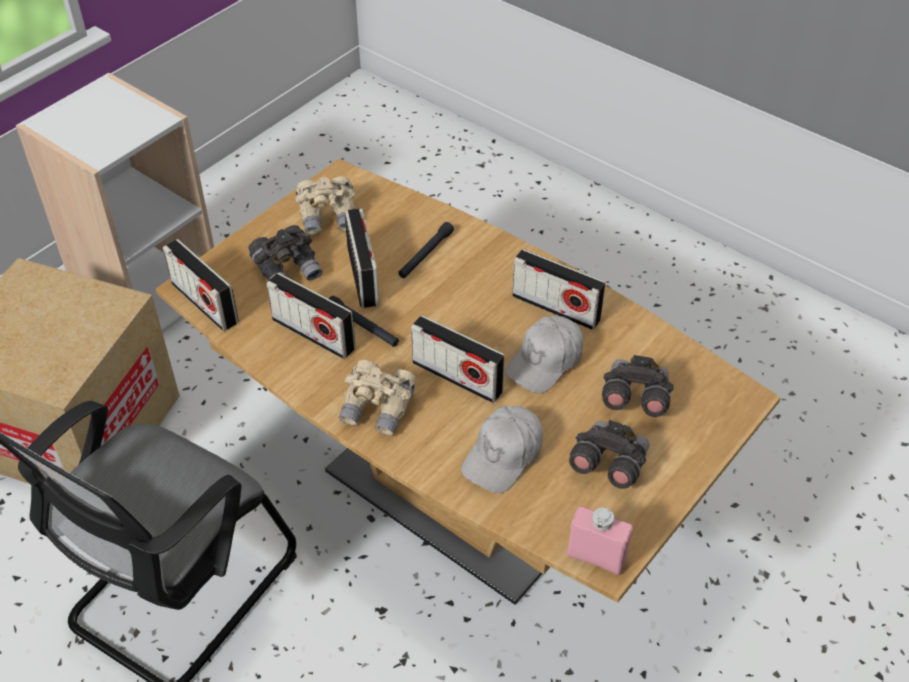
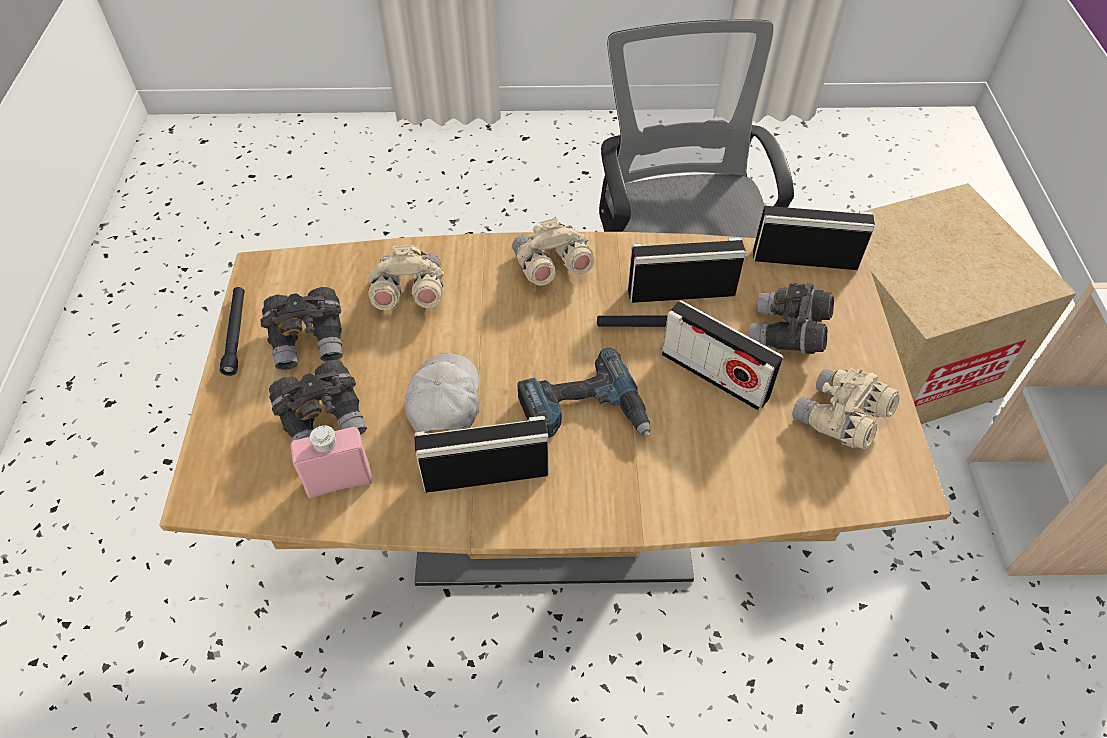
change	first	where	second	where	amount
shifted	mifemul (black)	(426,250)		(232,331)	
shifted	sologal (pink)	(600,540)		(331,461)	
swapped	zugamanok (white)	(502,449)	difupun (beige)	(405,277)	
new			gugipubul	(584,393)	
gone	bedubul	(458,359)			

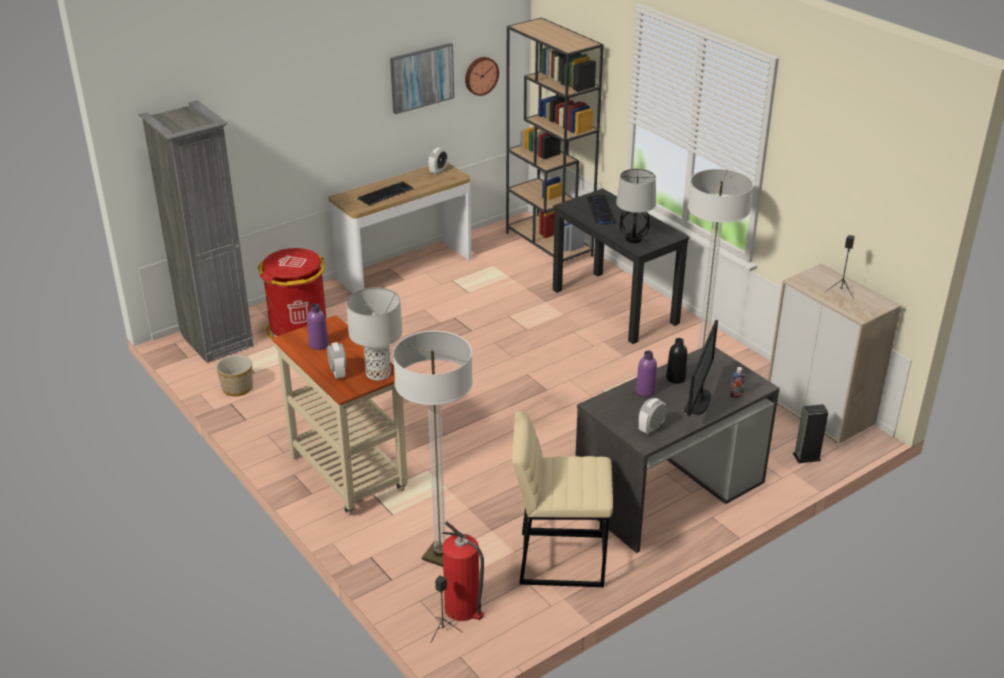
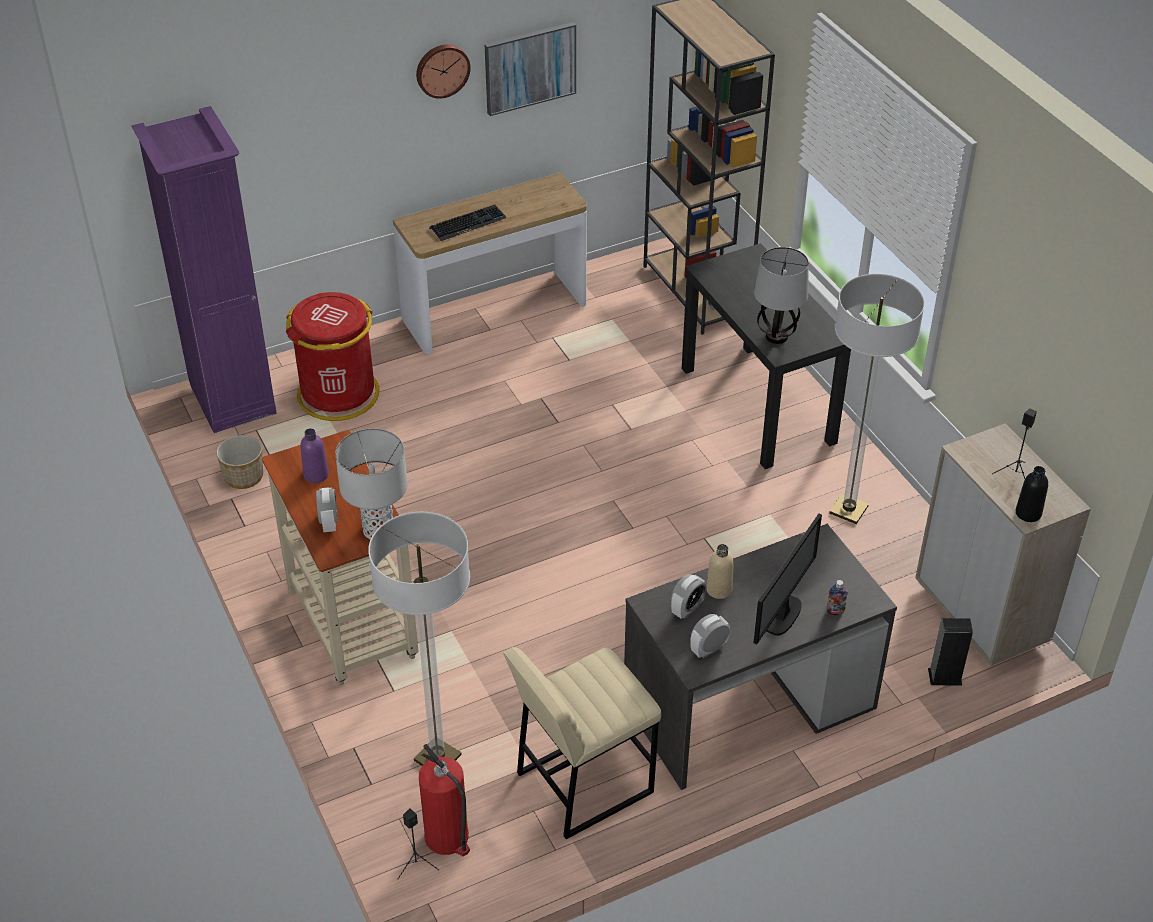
change	first	where	second	where	amount
repainted	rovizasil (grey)	(196,231)	rovizasil (purple)	(204,269)	
shifted	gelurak	(482,76)		(443,72)	
rotated	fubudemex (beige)	(562,499)		(582,743)	45 degrees counterclockwise
shifted	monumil	(437,161)		(689,596)	
repainted	sologal (purple)	(646,374)	sologal (beige)	(720,571)	
shifted	sologal (black)	(676,361)		(1032,494)	
gone	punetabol	(600,209)			

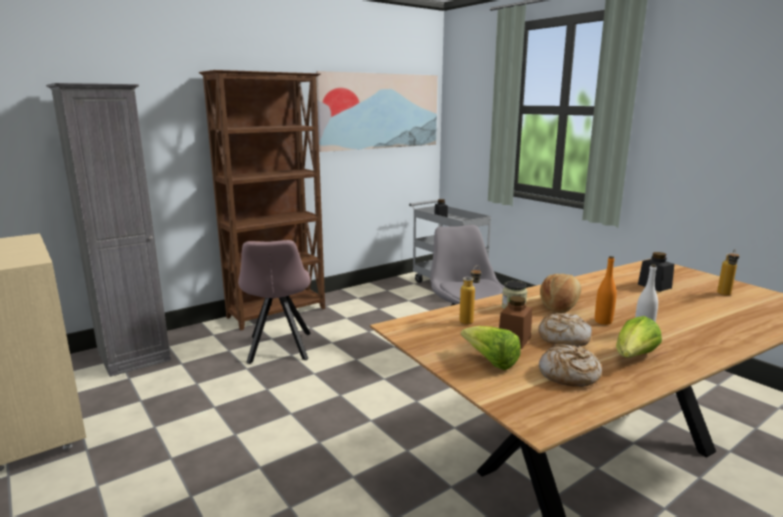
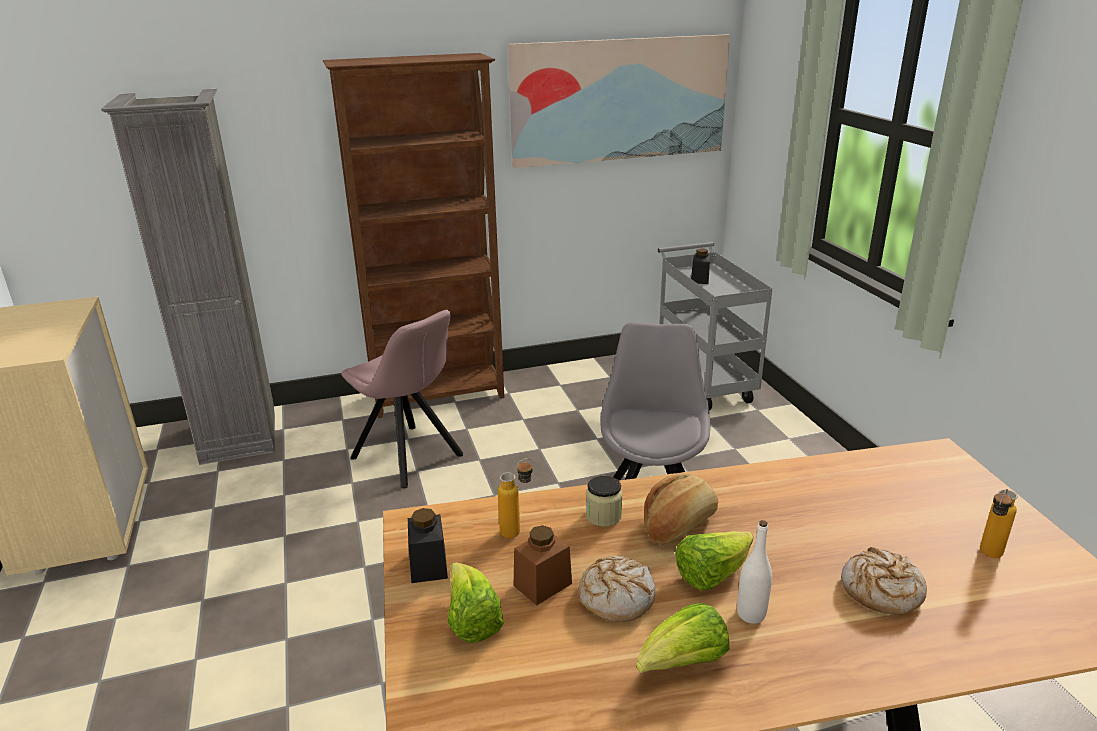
change	first	where	second	where	amount
rotated	fubudemex (pink)	(274,302)		(402,399)	60 degrees counterclockwise
shifted	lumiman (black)	(656,272)		(428,545)	
swapped	sologal (orange)	(606,290)	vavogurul	(714,561)	
shifted	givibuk	(570,365)		(884,581)	

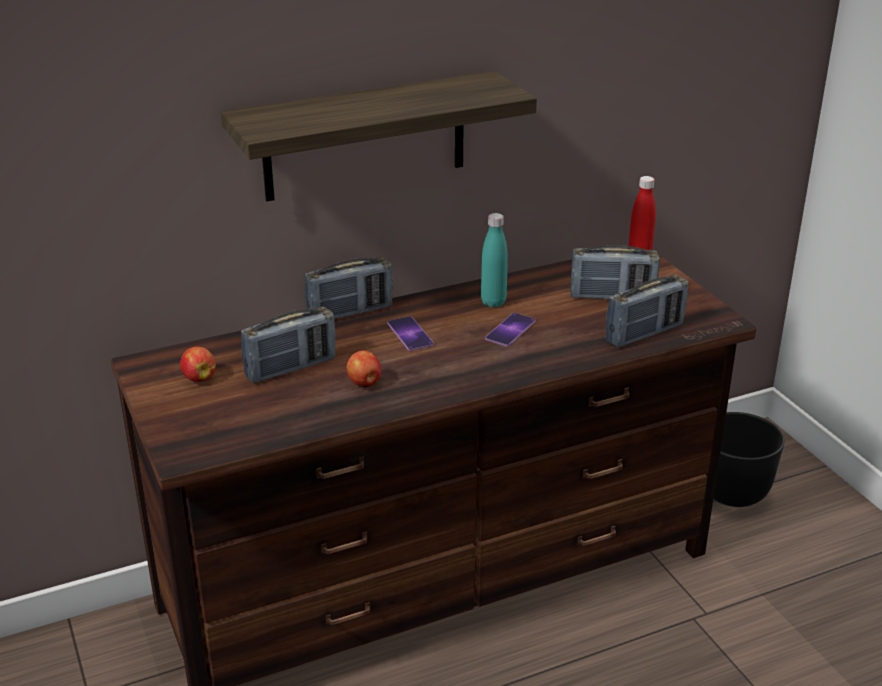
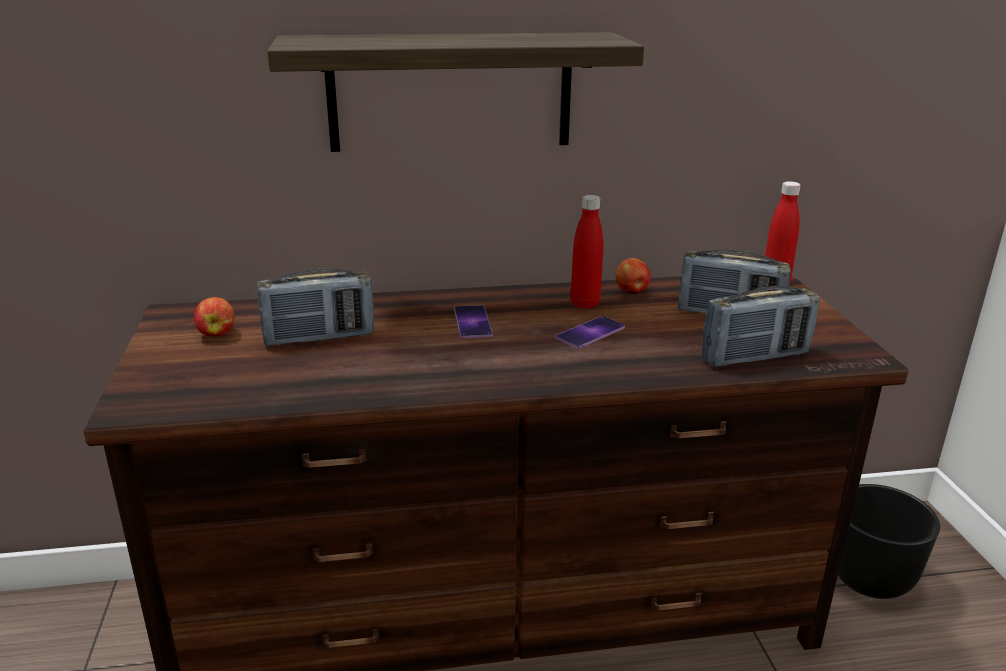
change	first	where	second	where	amount
repainted	sologal (turquoise)	(494,260)	sologal (red)	(587,252)	
shifted	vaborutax	(363,369)		(633,276)	
gone	bedubul	(349,287)			

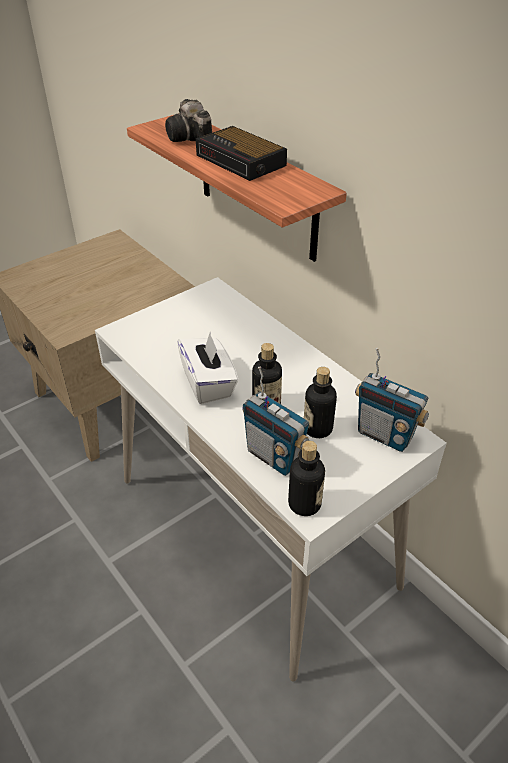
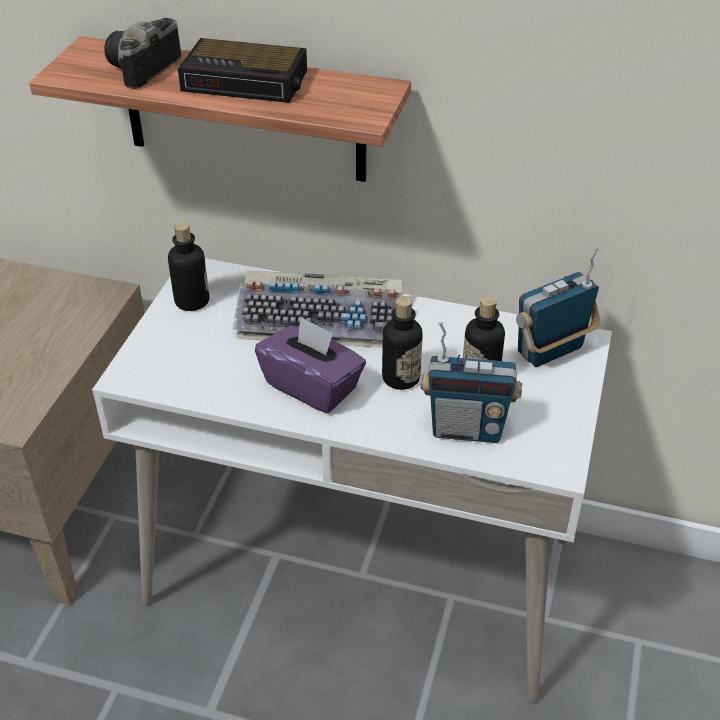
change	first	where	second	where	amount
rotated	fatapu	(188,120)		(143,53)	90 degrees clockwise
shifted	sologal	(306,478)		(188,266)	
new			punetabol	(318,309)	
repainted	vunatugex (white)	(207,368)	vunatugex (purple)	(310,364)	
rotated	bedubul	(392,400)		(558,307)	150 degrees clockwise

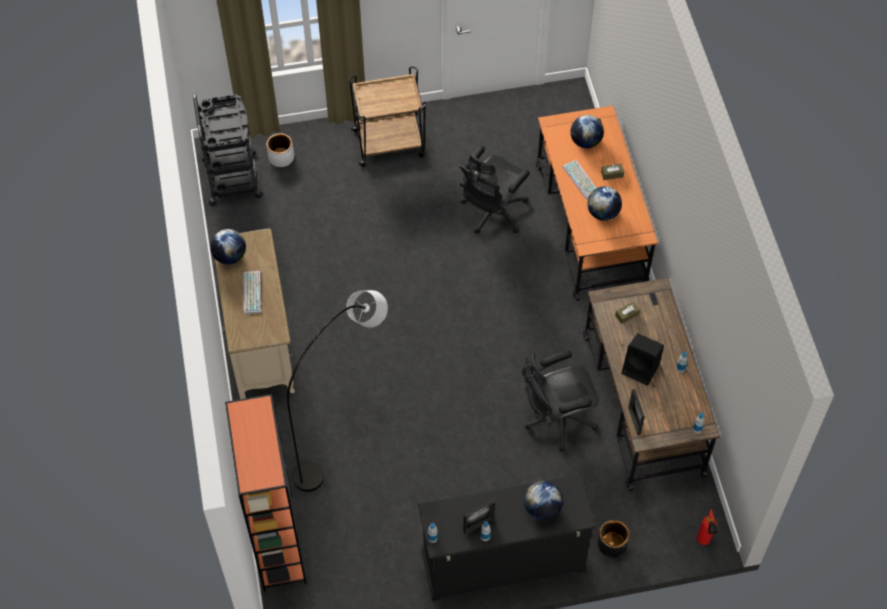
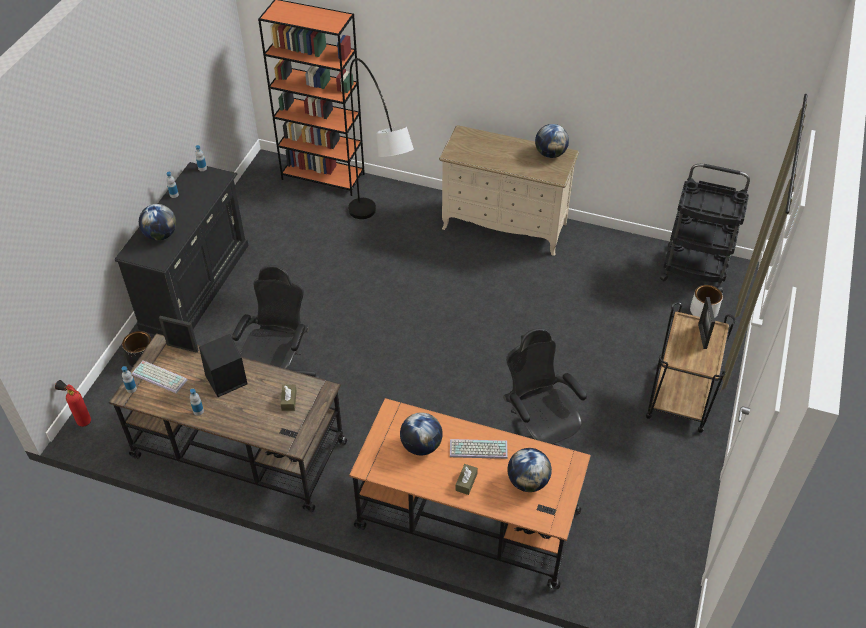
change	first	where	second	where	amount
shifted	punetabol	(252,292)		(160,377)	
shifted	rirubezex	(479,517)		(706,323)	

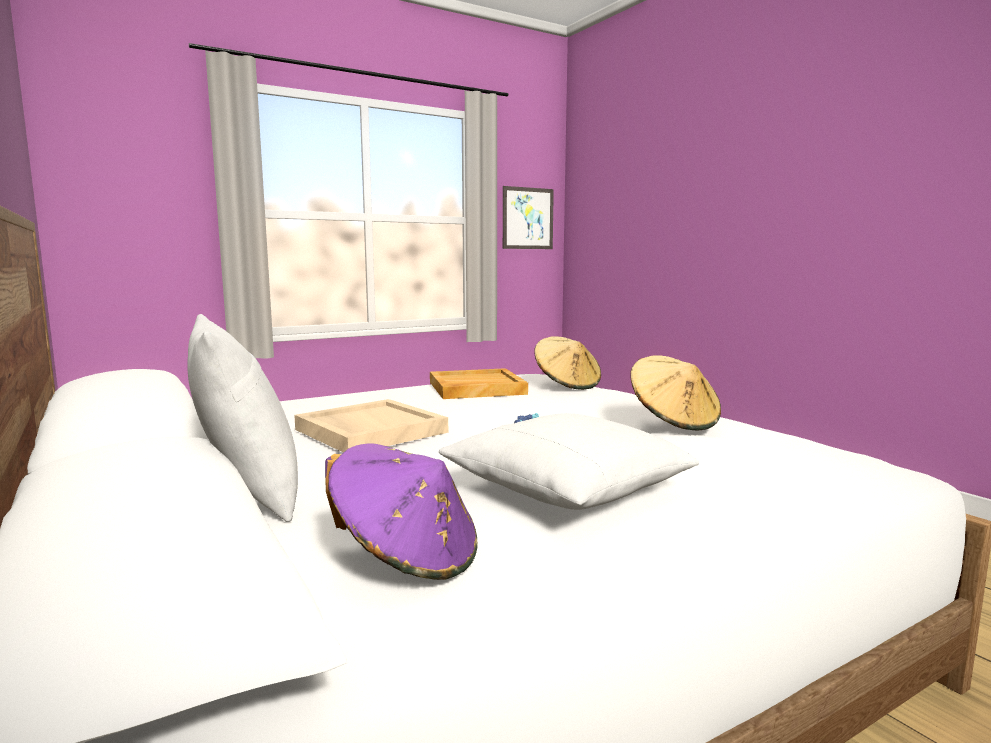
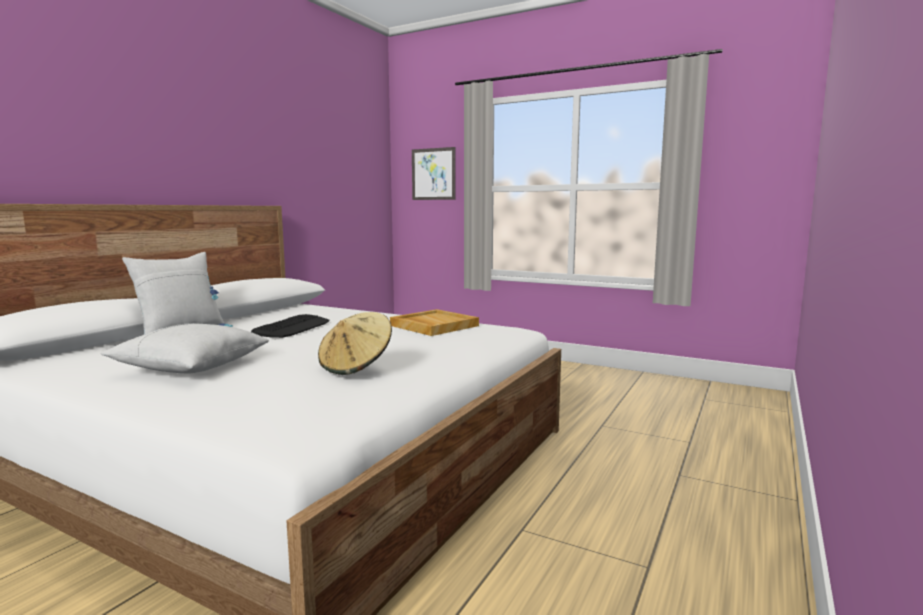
change	first	where	second	where	amount
swapped	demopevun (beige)	(371,425)	punetabol	(290,326)	
shifted	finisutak	(528,217)		(434,173)	
gone	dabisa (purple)	(401,511)			
gone	dabisa (beige)	(567,363)			

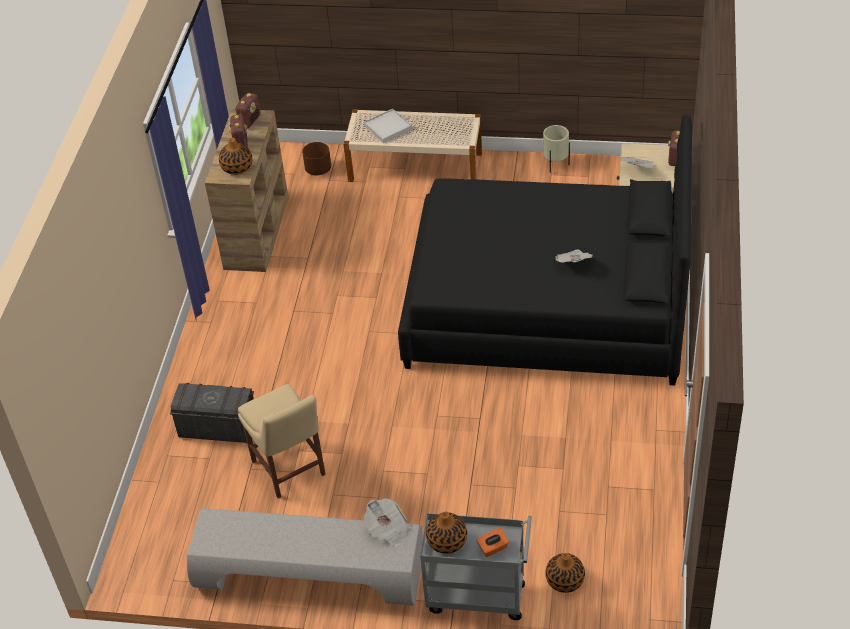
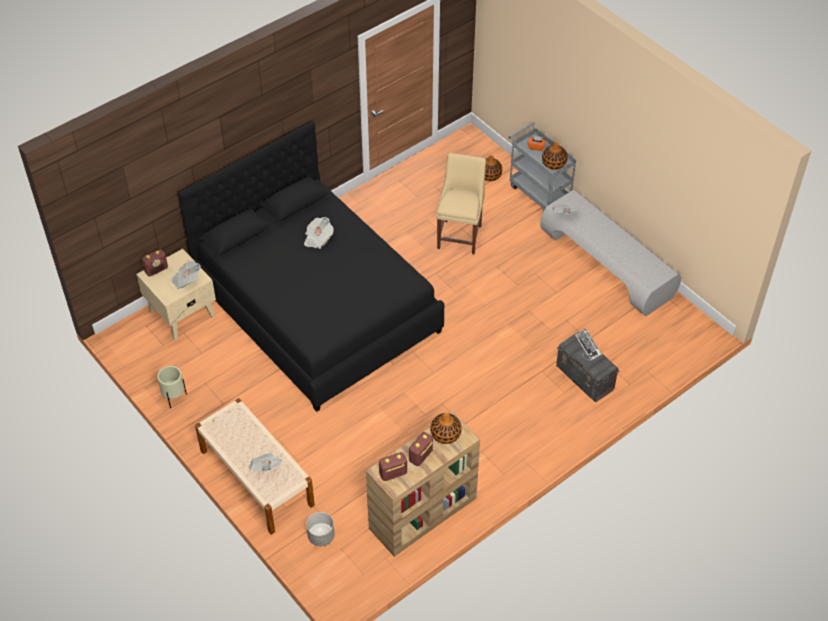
change	first	where	second	where	amount
swapped	demopevun (white)	(388,125)	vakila	(266,462)	
repainted	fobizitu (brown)	(316,158)	fobizitu (grey)	(320,529)	
shifted	fubudemex (beige)	(282,441)		(461,204)	
new			punetabol	(588,344)	

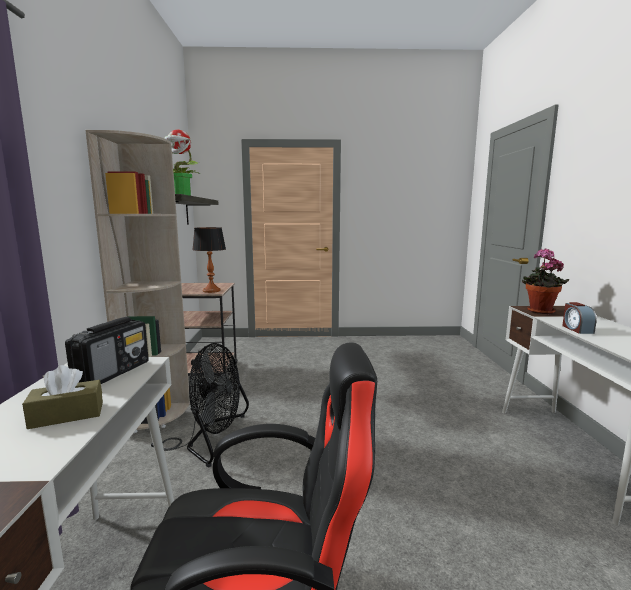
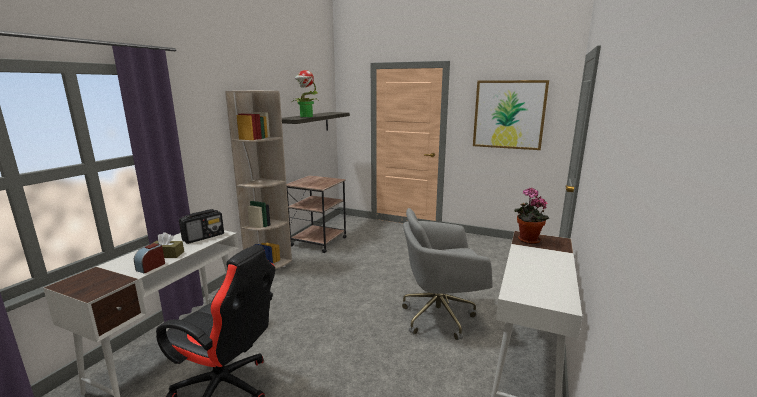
change	first	where	second	where	amount
shifted	monumil	(579,318)		(149,258)	
new			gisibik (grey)	(447,274)	
new			finisutak	(511,115)	
gone	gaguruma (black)	(200,405)			
gone	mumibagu	(209,260)			

